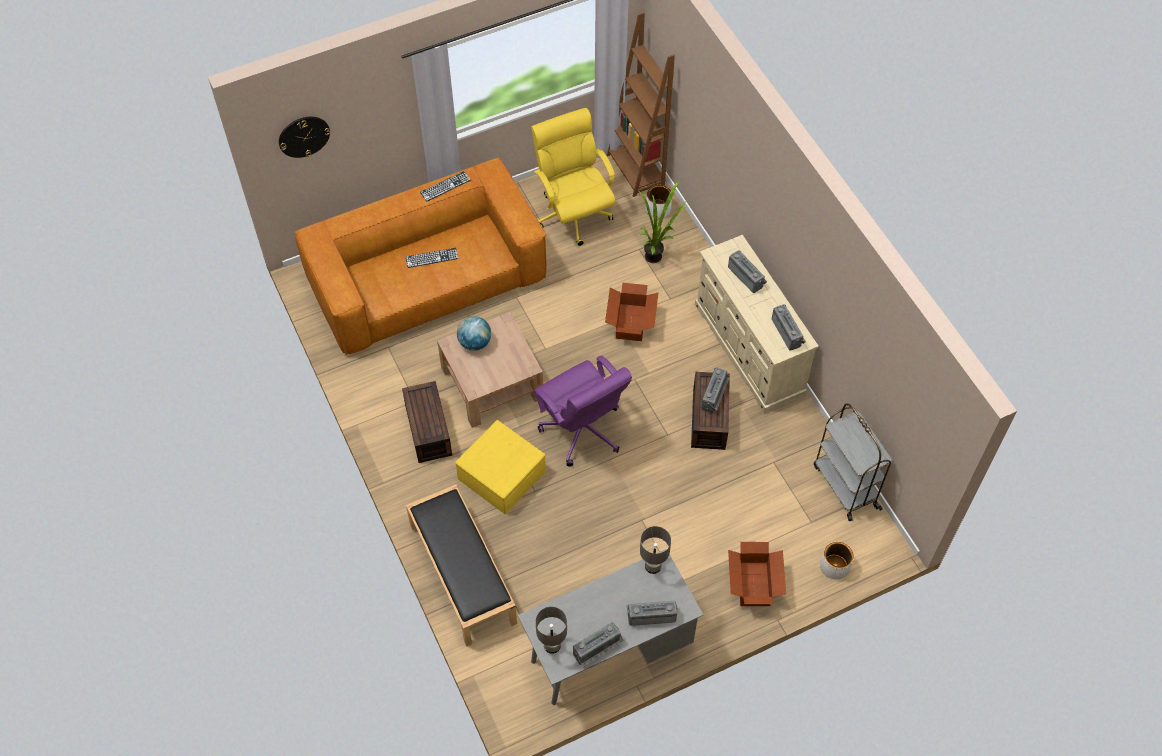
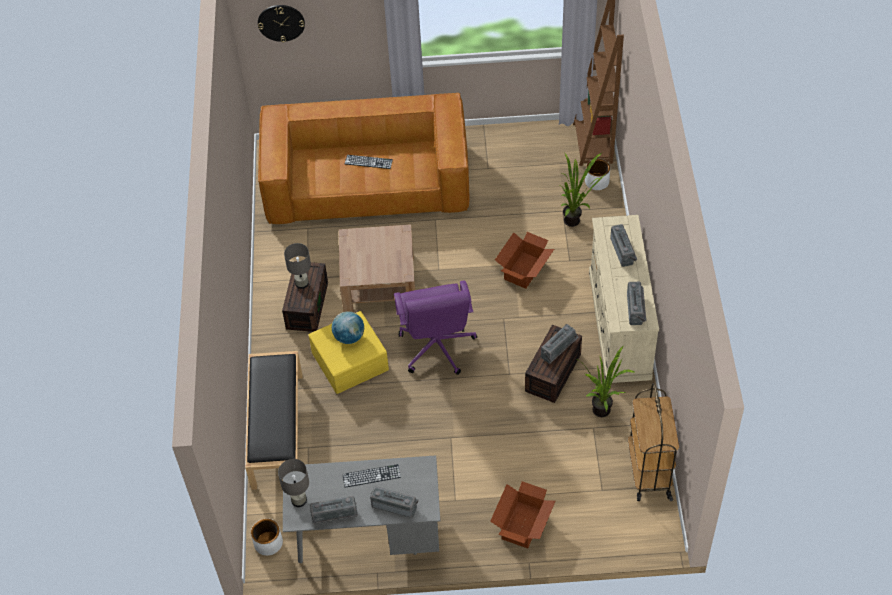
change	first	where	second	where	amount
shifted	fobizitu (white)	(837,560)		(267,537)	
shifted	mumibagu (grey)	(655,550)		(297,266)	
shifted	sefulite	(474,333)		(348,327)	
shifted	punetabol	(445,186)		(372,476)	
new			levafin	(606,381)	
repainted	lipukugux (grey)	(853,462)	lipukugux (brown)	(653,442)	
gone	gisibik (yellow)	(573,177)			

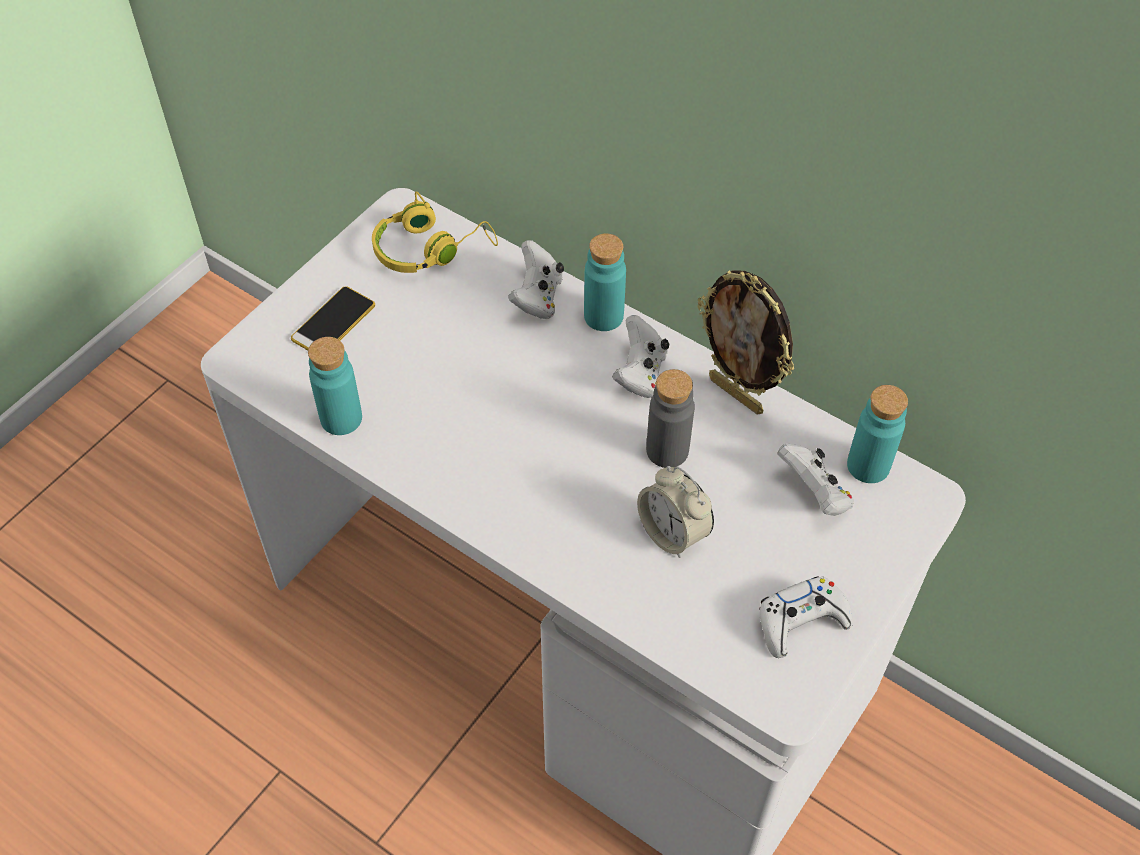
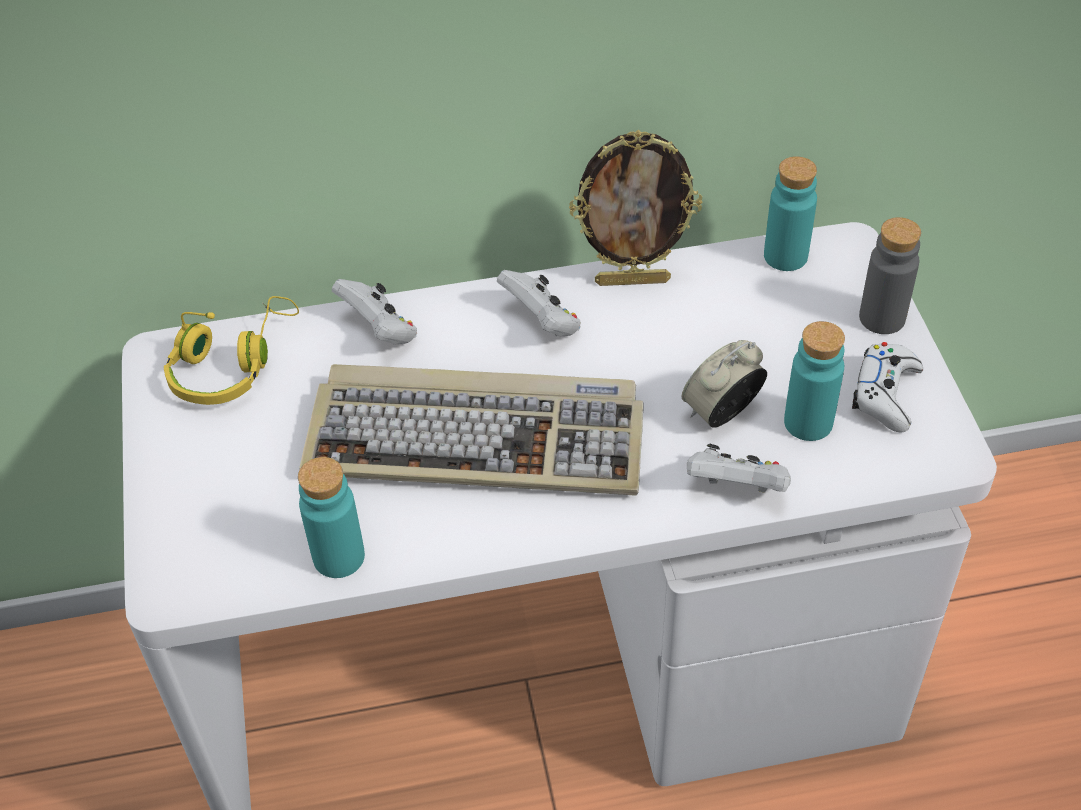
change	first	where	second	where	amount
new			punetabol	(471,430)	
rotated	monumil	(675,512)		(724,384)	135 degrees clockwise
shifted	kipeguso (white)	(815,480)		(739,468)	
shifted	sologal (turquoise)	(605,282)		(814,381)	
shifted	sologal (grey)	(670,418)		(890,275)	
gone	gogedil	(333,318)			

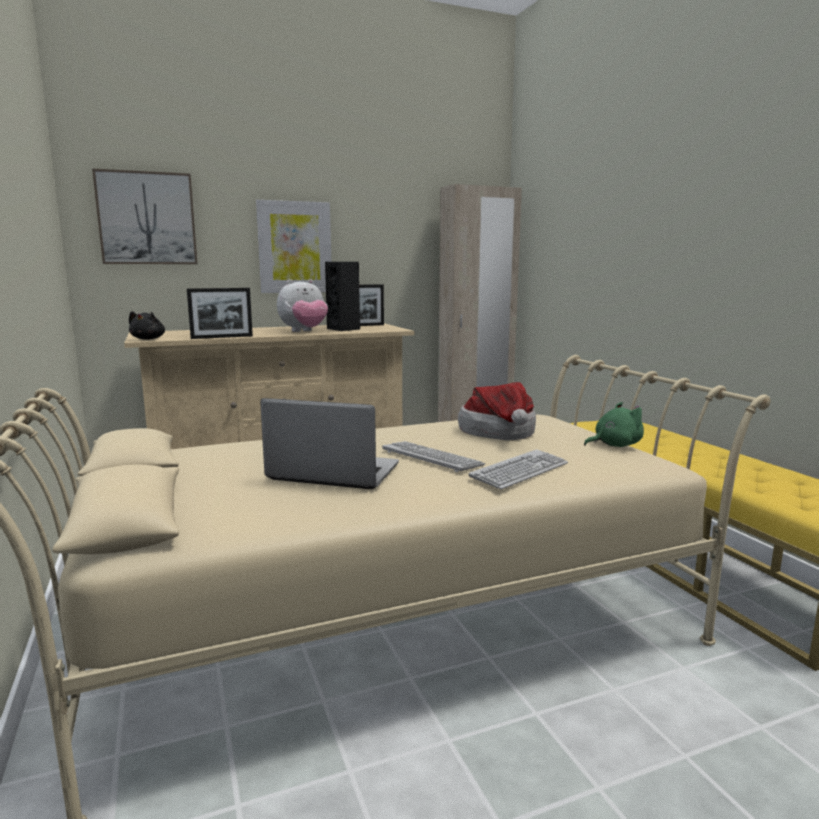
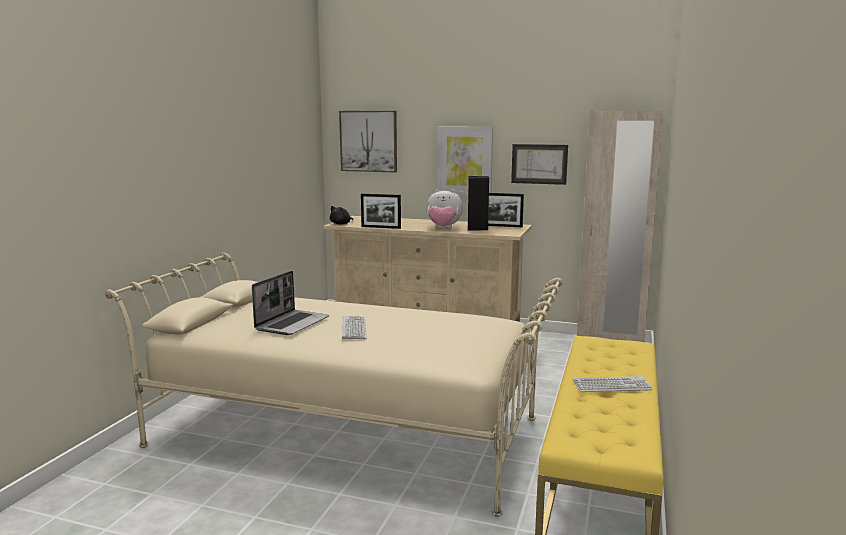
change	first	where	second	where	amount
rotated	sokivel	(329,443)		(290,303)	60 degrees clockwise
new			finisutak	(539,164)	
shifted	punetabol	(518,469)		(613,384)	
gone	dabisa	(497,411)			
gone	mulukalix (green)	(614,424)			

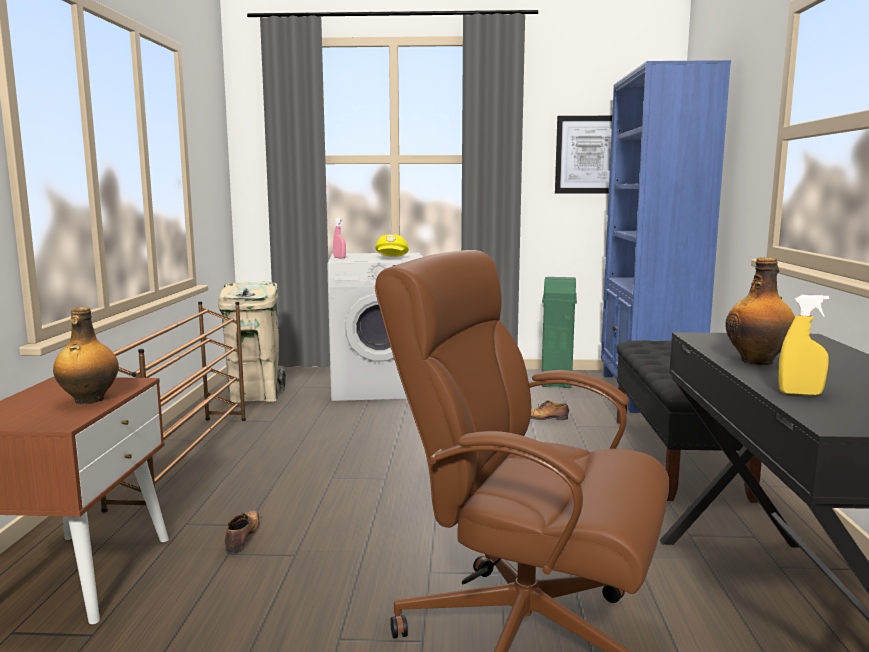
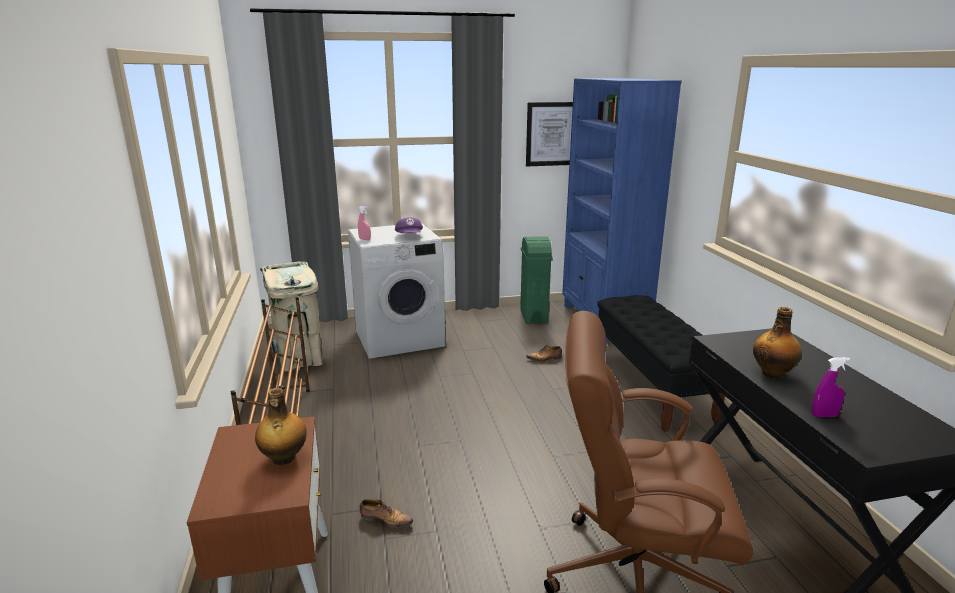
change	first	where	second	where	amount
rotated	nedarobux	(242,531)		(386,513)	120 degrees clockwise
repainted	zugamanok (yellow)	(392,245)	zugamanok (purple)	(409,225)	
repainted	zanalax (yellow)	(804,345)	zanalax (purple)	(831,387)	

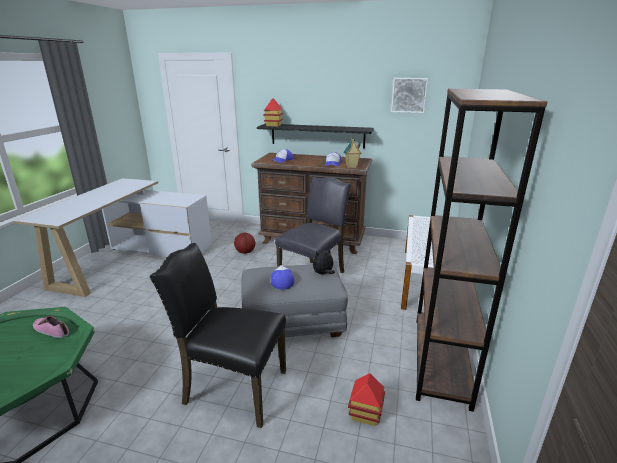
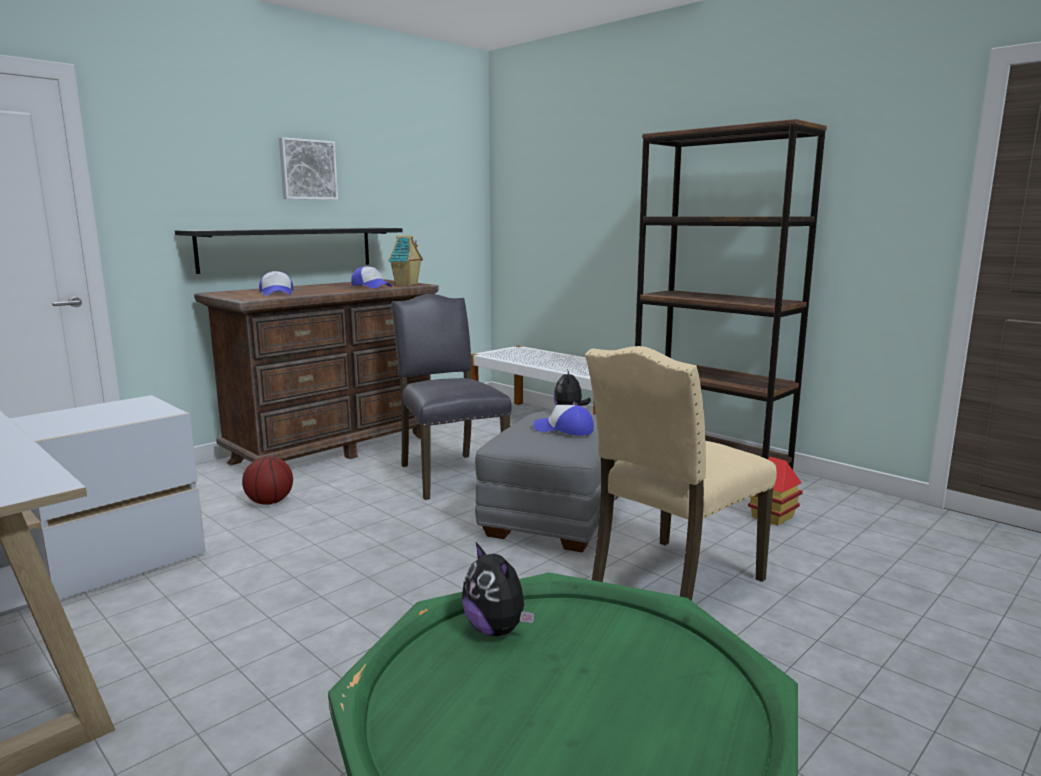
change	first	where	second	where	amount
shifted	finisutak	(409,95)		(308,168)	
swapped	nedarobux	(51,327)	mulukalix	(498,589)	
repainted	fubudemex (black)	(217,335)	fubudemex (beige)	(681,473)	
gone	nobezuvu	(273,112)			

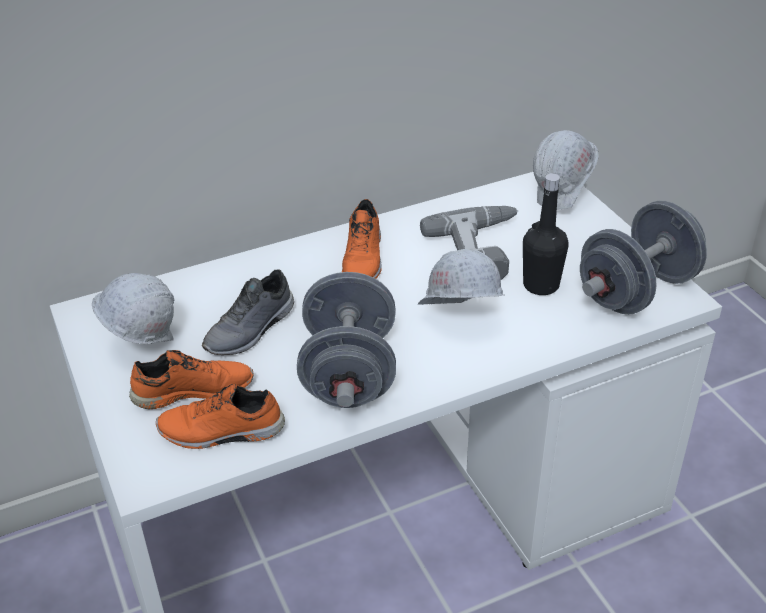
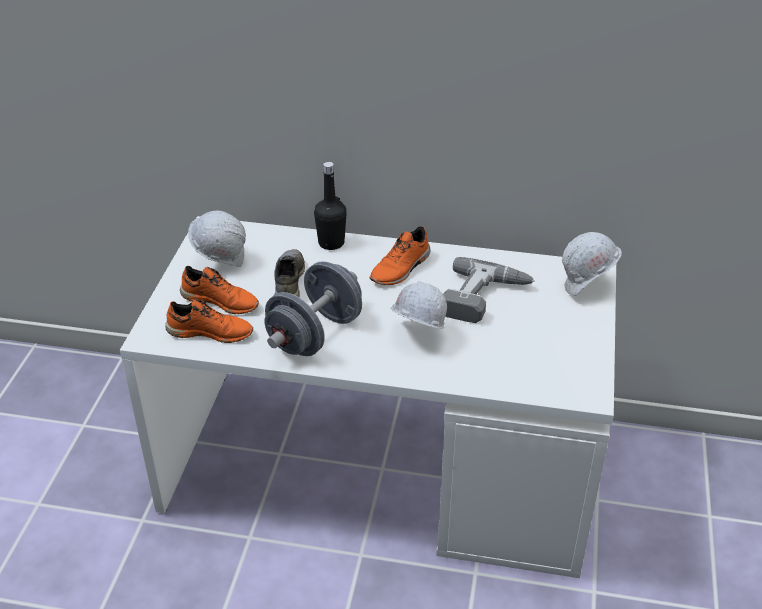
change	first	where	second	where	amount
rotated	nedarobux (orange)	(220,416)		(209,321)	150 degrees clockwise
rotated	nedarobux (grey)	(248,312)		(289,273)	105 degrees clockwise
shifted	sologal (black)	(546,234)		(330,206)	
gone	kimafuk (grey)	(643,258)			

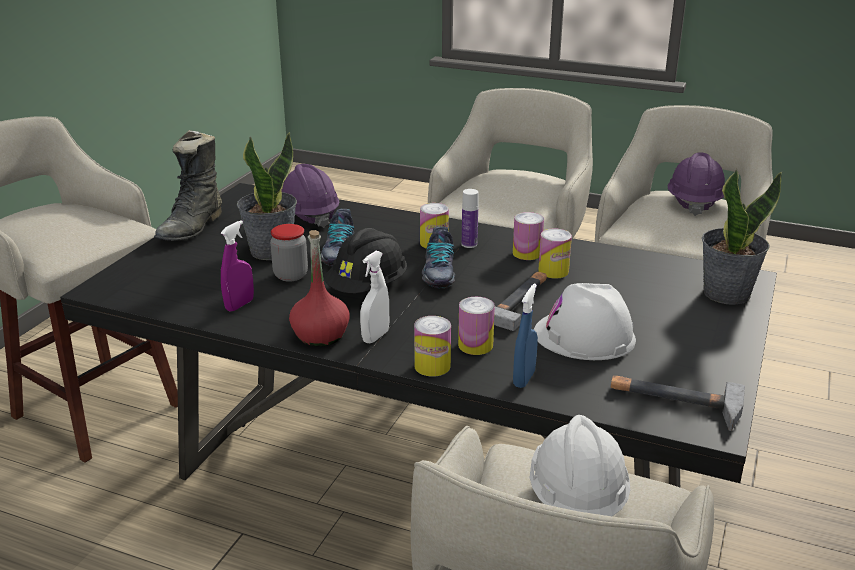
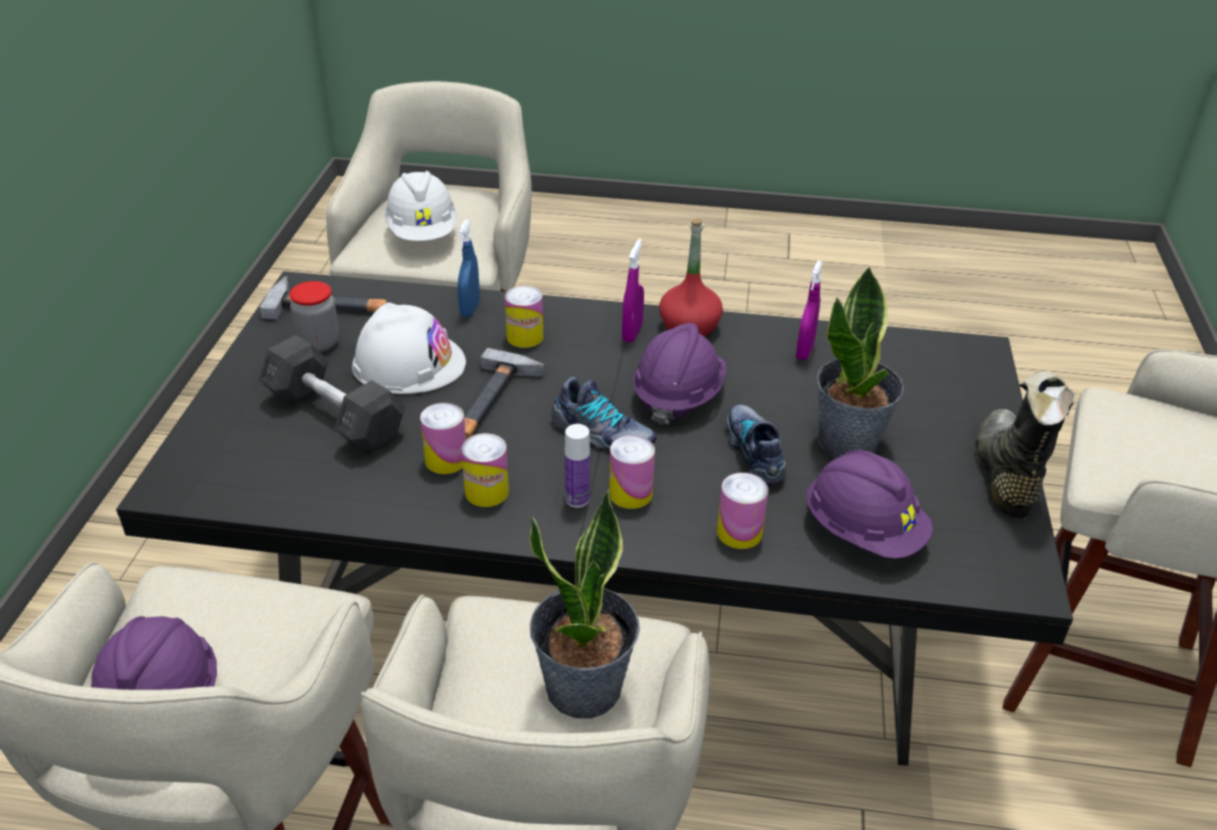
change	first	where	second	where	amount
new			kimafuk (grey)	(332,395)	
shifted	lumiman	(289,253)		(314,316)	
shifted	levafin	(742,237)		(585,604)	
rotated	nedarobux	(438,257)		(604,414)	135 degrees clockwise
repainted	zanalax (white)	(374,297)	zanalax (purple)	(633,290)	
repainted	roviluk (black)	(365,260)	roviluk (purple)	(679,374)	
shifted	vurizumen	(432,346)		(743,511)	

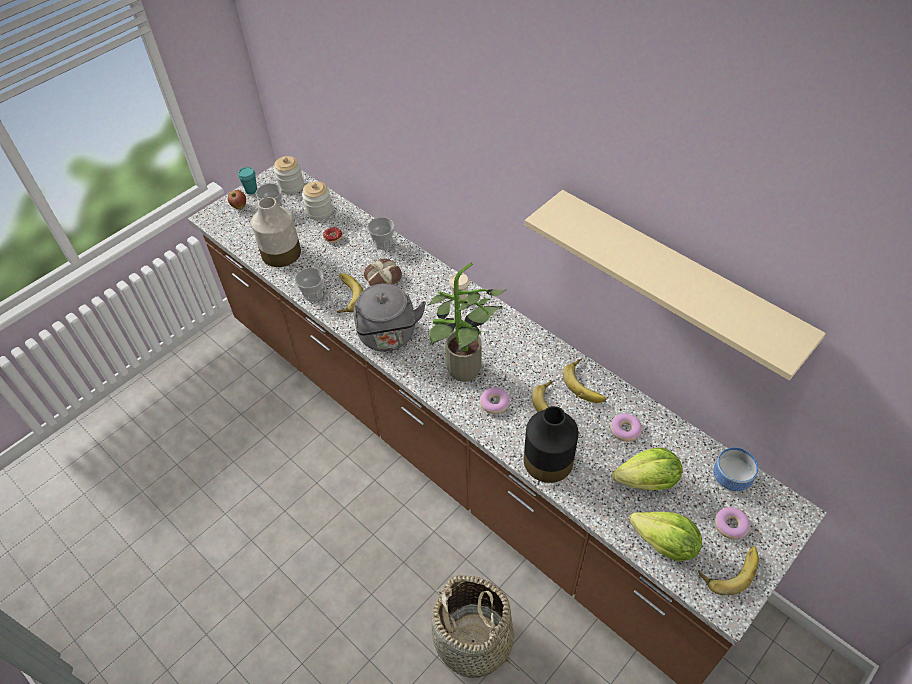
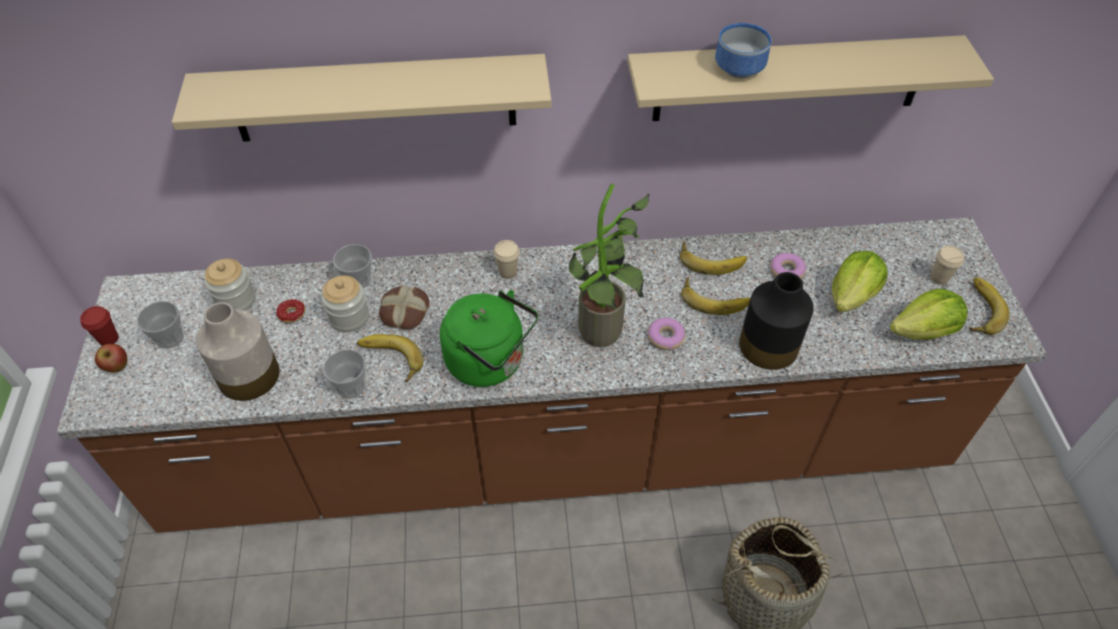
change	first	where	second	where	amount
repainted	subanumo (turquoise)	(247,180)	subanumo (red)	(99,326)	
new			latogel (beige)	(362,98)	
shifted	lumiman	(289,175)		(345,303)	
repainted	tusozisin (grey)	(390,317)	tusozisin (green)	(489,338)	
shifted	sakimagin	(736,469)		(743,50)	
swapped	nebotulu	(732,523)	subanumo (beige)	(947,265)	

